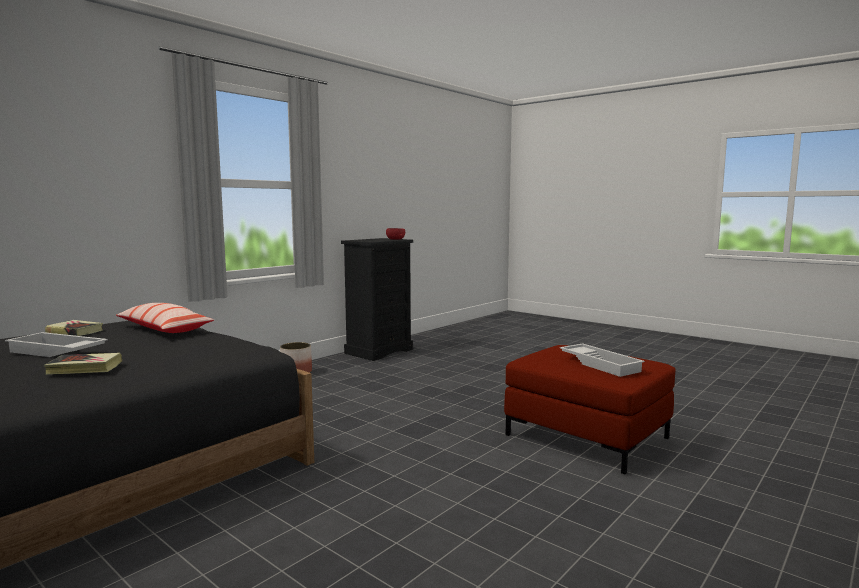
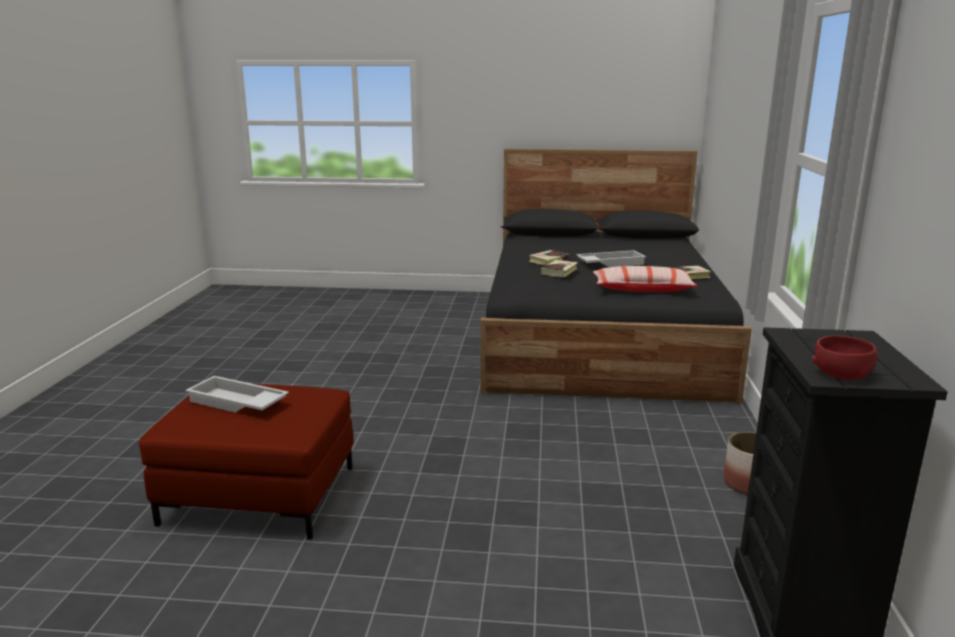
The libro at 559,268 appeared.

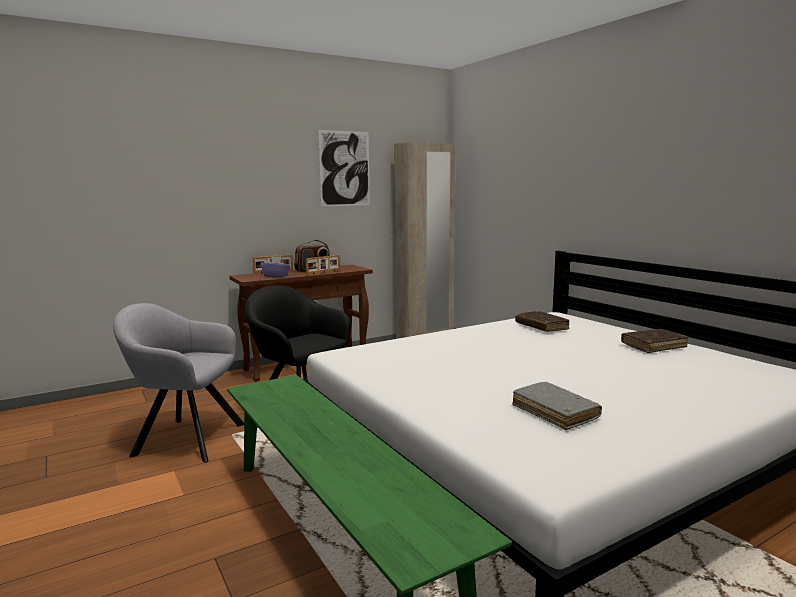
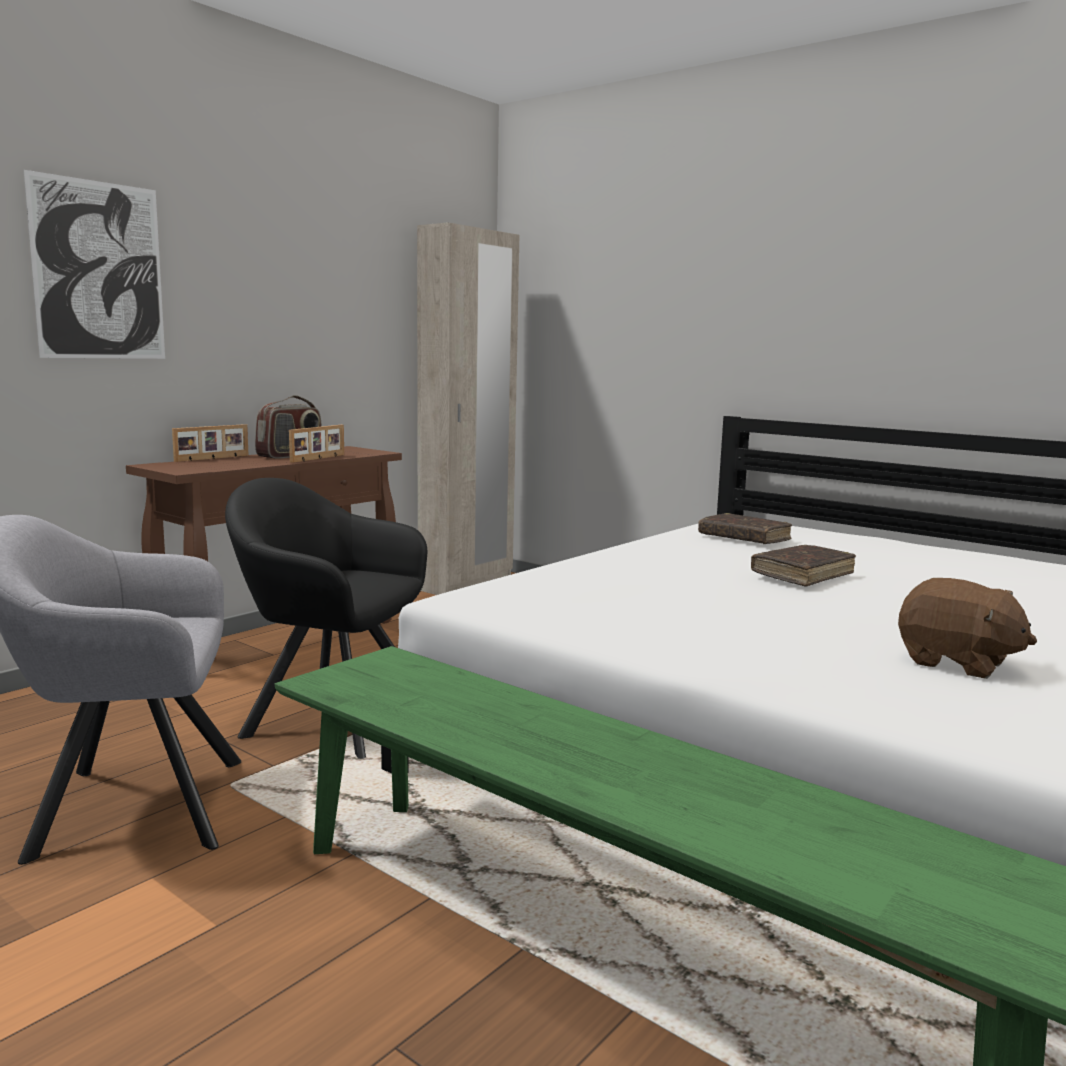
The cuadro moved from 344,168 to 94,264. The libro [marrón] moved from 655,341 to 803,565. The libro [gris] at 557,406 was replaced by the peluche [marrón] at 967,628. The caja de pañuelos [morado] at 275,266 disappeared.

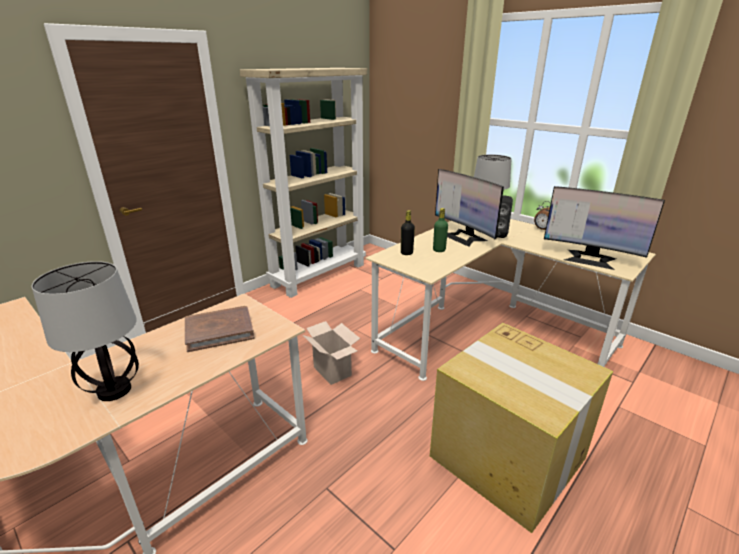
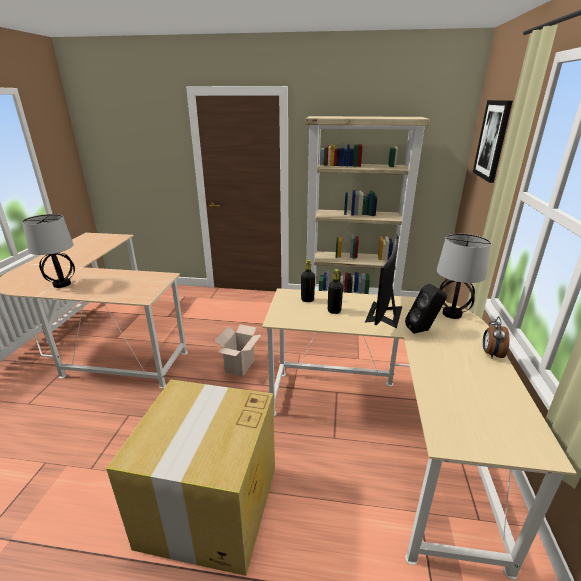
The botella [verde] at 440,230 became the botella [negro] at 335,291. The cuadro at 493,141 appeared. The libro [marrón] at 220,329 disappeared. The monitor at 604,228 disappeared.

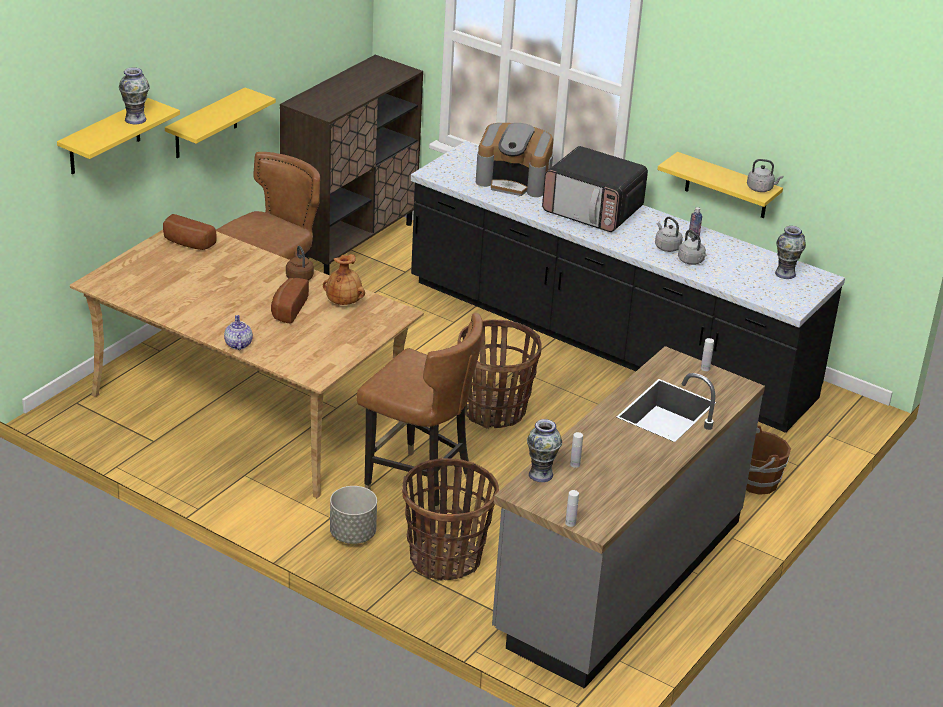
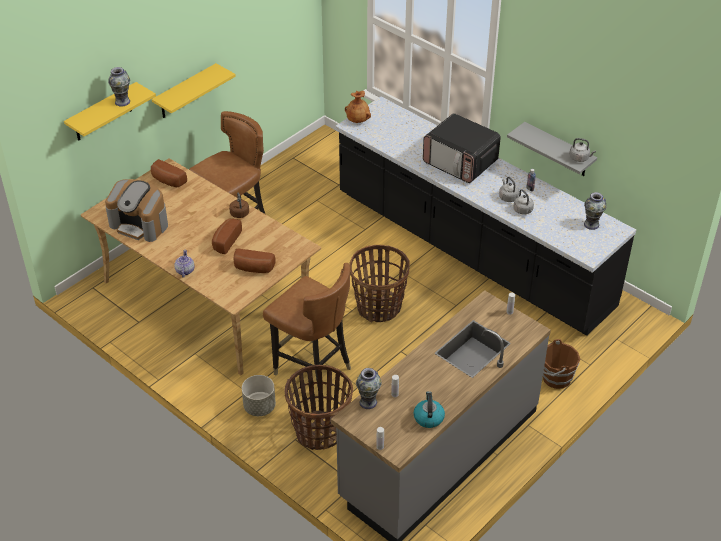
The cafetera moved from 514,160 to 136,210. The pan at 254,261 appeared. The florero [marrón] moved from 344,279 to 358,107. The hervidor at 429,409 appeared. The estante [amarillo] at 720,185 became the estante [gris] at 552,149. The armario [marrón] at 351,165 disappeared.

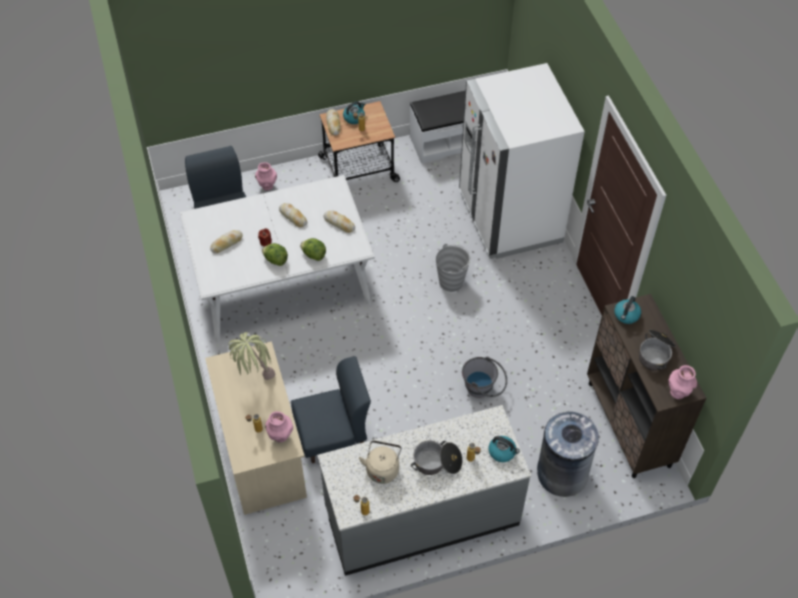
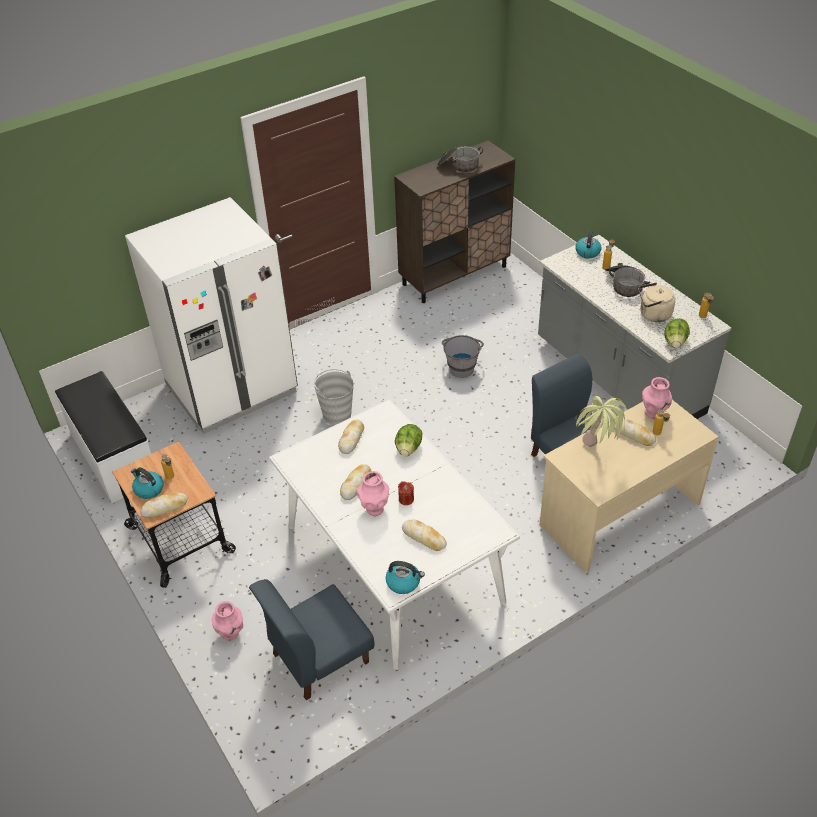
The florero [rosa] moved from 682,382 to 373,493. The hervidor moved from 627,310 to 405,577. The pan at 635,432 appeared. The lechuga moved from 275,254 to 677,333. The papelera [gris] at 568,454 disappeared.

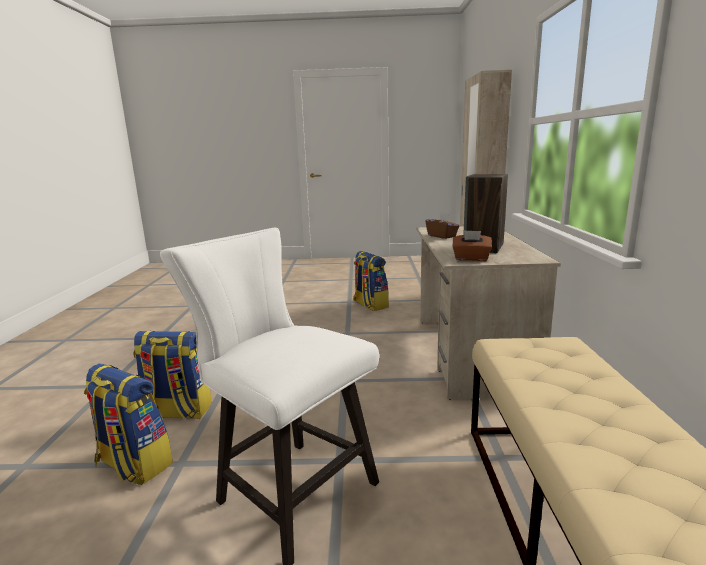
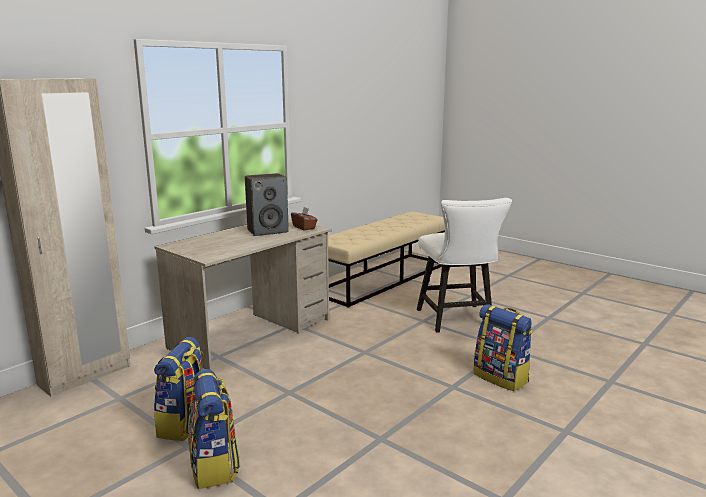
The mochila moved from 128,424 to 214,429. The caja de pañuelos [marrón] at 442,225 disappeared.

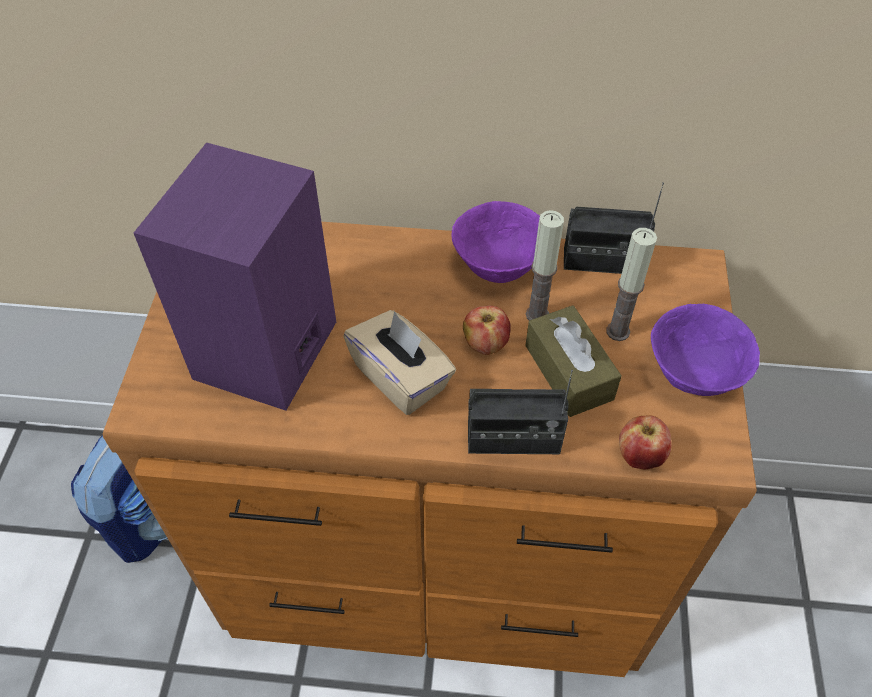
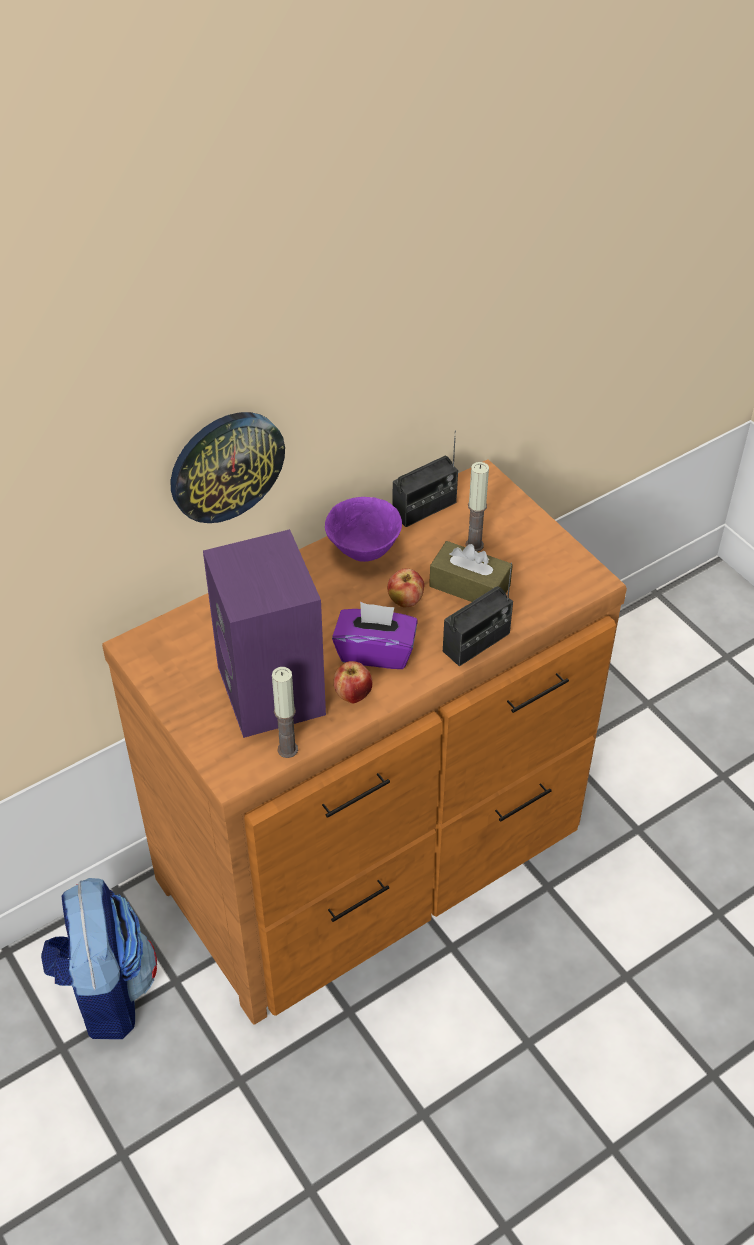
The reloj de pared at 228,467 appeared. The vela moved from 545,265 to 285,712. The caja de pañuelos [beis] at 399,362 became the caja de pañuelos [morado] at 375,635. The manzana moved from 645,442 to 353,682. The cuenco [morado] at 705,350 disappeared.

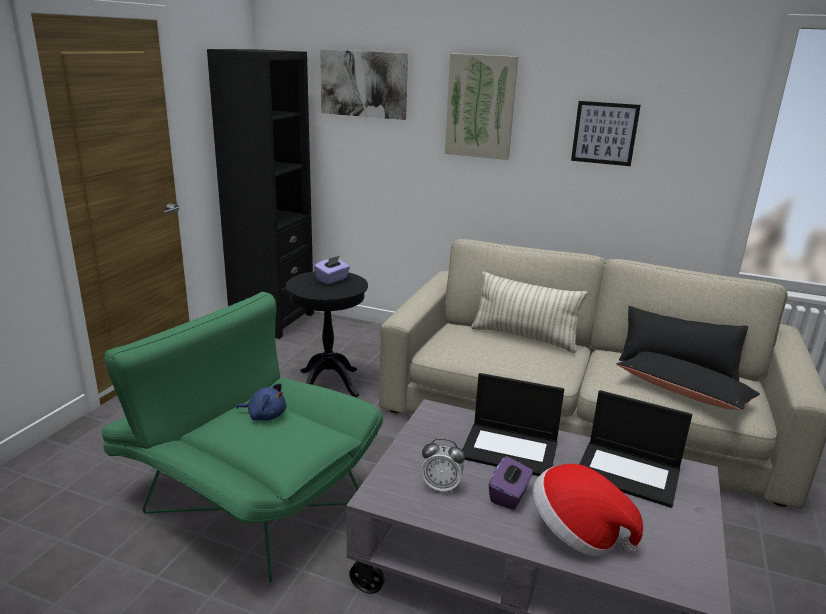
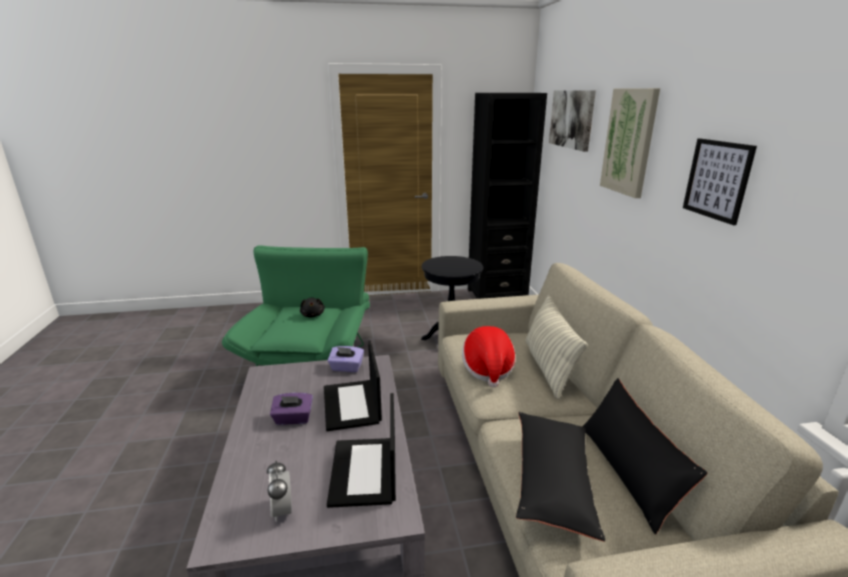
The despertador moved from 443,465 to 279,491. The peluche [azul] at 261,401 became the peluche [negro] at 312,307. The caja de pañuelos [morado] moved from 332,270 to 346,359. The sombrero moved from 588,510 to 488,356.

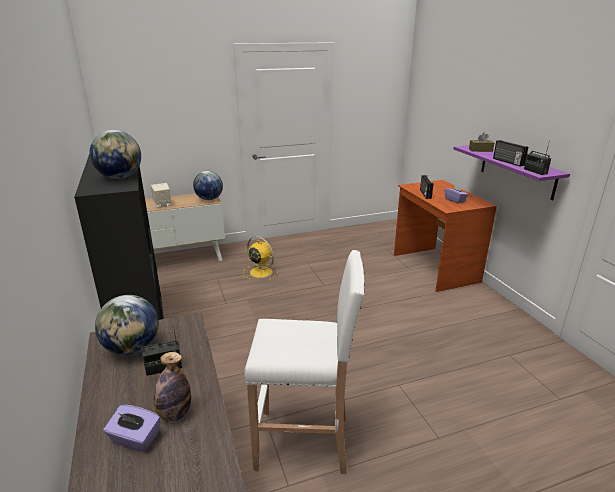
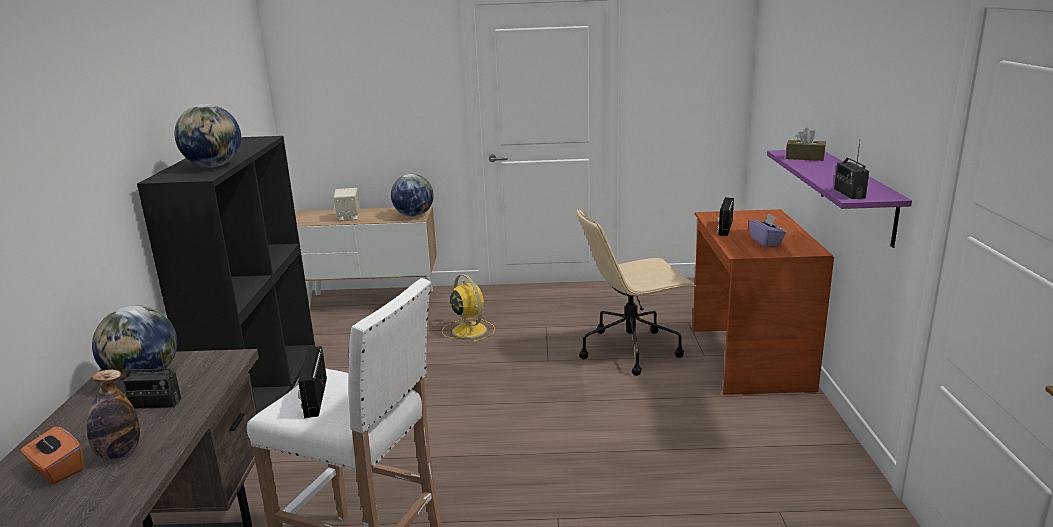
The caja de pañuelos [morado] at 132,428 became the caja de pañuelos [naranja] at 52,455. The radio moved from 510,153 to 312,382. The silla de oficina [beis] at 636,292 appeared.

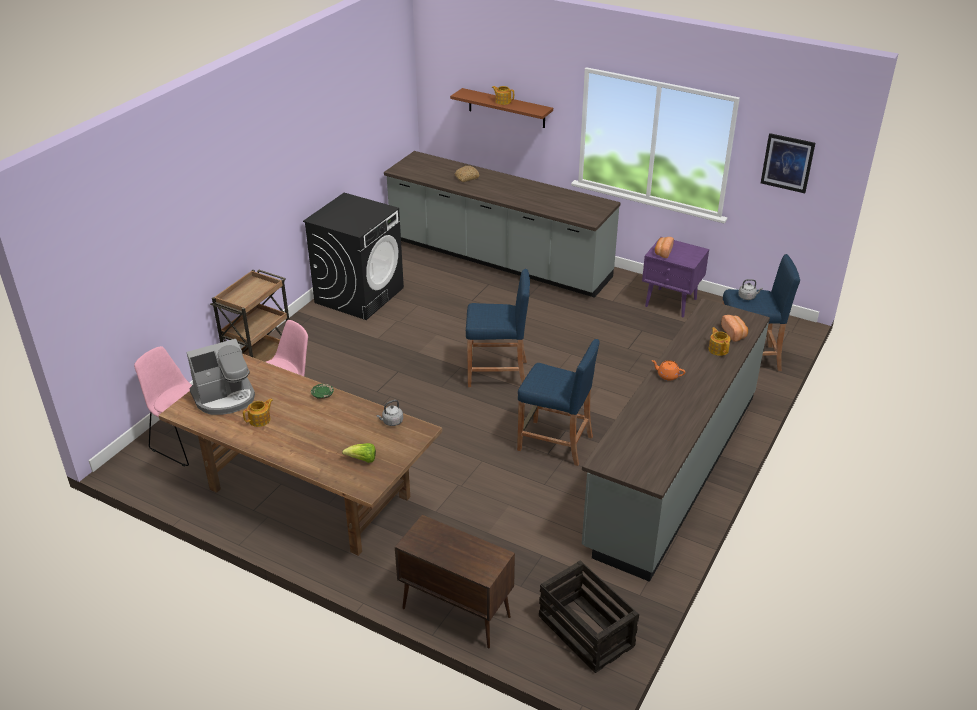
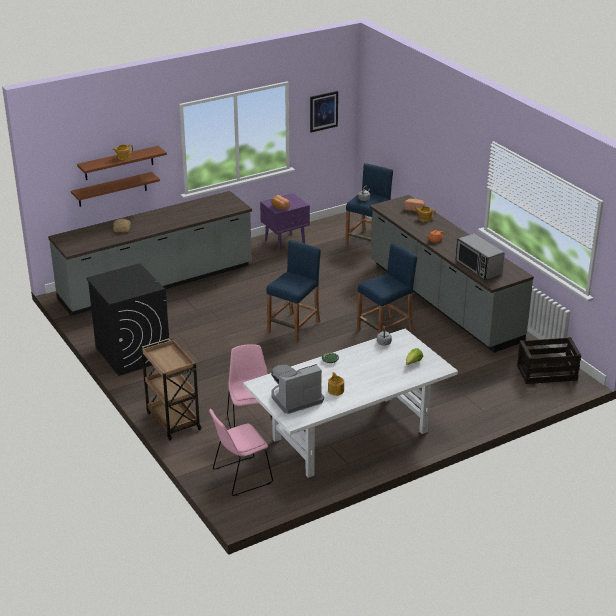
The estante [marrón] at 115,189 appeared. The mesa de comedor [marrón] at 300,455 became the mesa de comedor [blanco] at 350,403. The cafetera at 220,377 turned 120 degrees counterclockwise. The microondas at 480,256 appeared. The armario [marrón] at 455,581 disappeared.

